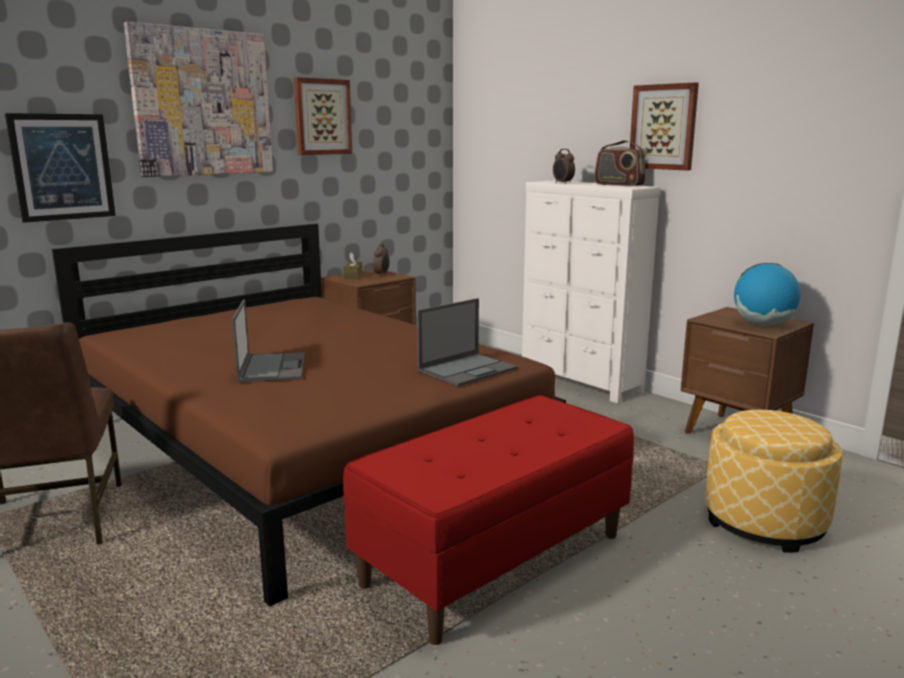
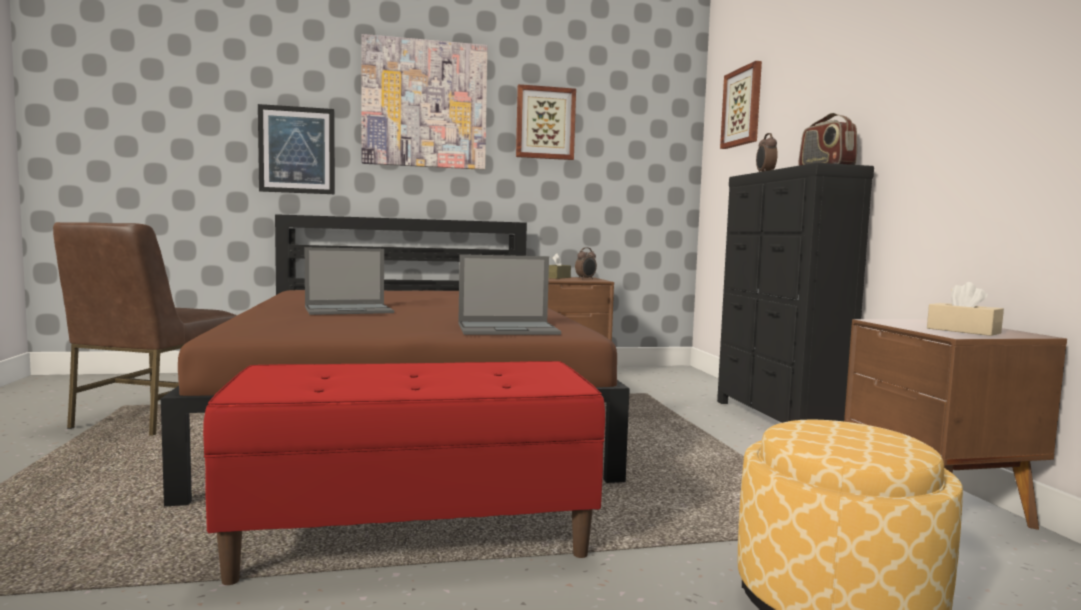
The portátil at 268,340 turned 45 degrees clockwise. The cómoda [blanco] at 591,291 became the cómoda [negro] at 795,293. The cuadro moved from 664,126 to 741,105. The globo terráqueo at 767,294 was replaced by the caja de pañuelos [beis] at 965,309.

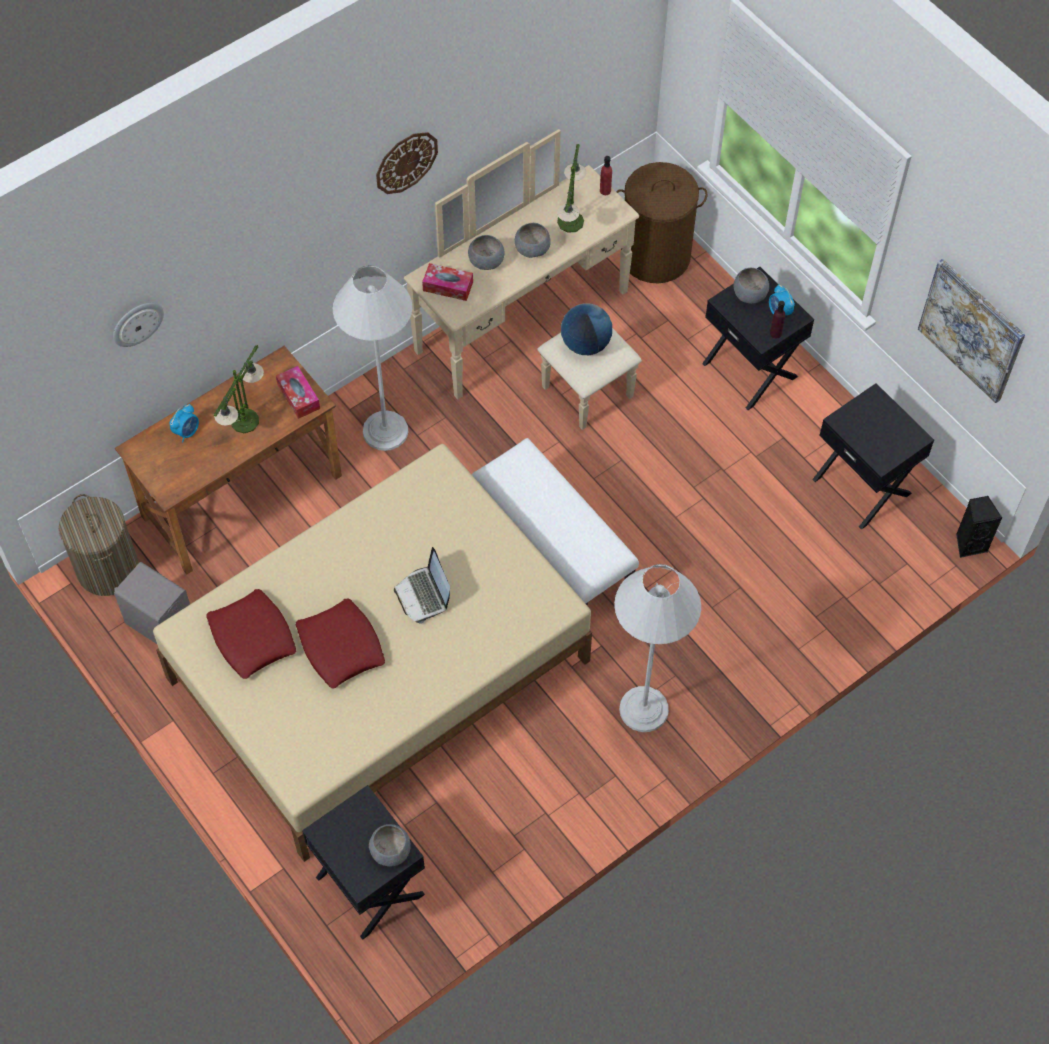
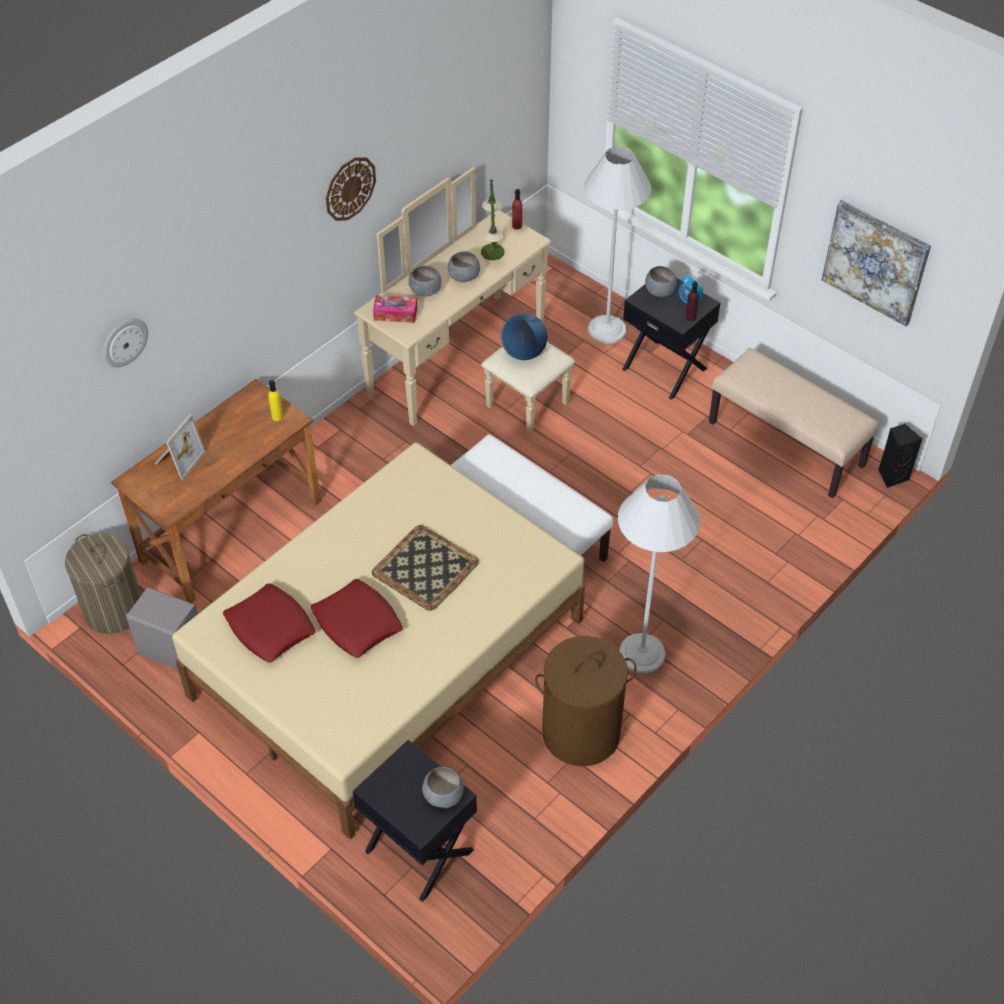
The despertador at 184,423 was replaced by the portarretratos at 180,447. The caja de pañuelos at 298,392 was replaced by the botella [amarillo] at 275,400. The portátil at 422,585 was replaced by the bandeja at 425,568. The cesto de la ropa [marrón] moved from 662,222 to 586,701. The lámpara de pie [blanco] moved from 372,358 to 617,245. The mesita de noche [negro] at 873,456 was replaced by the banco [beis] at 794,423. The lámpara de mesa at 239,389 disappeared.

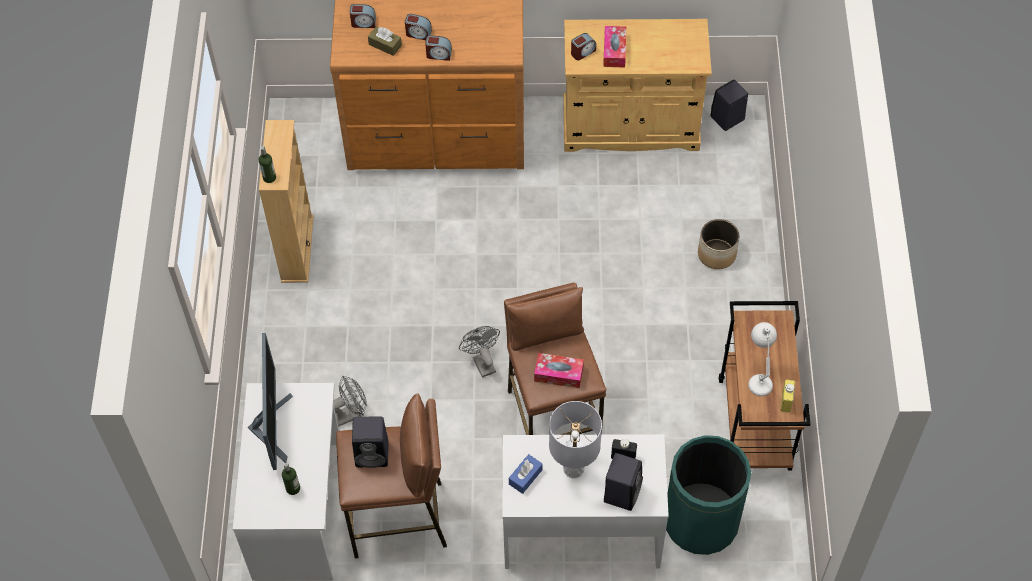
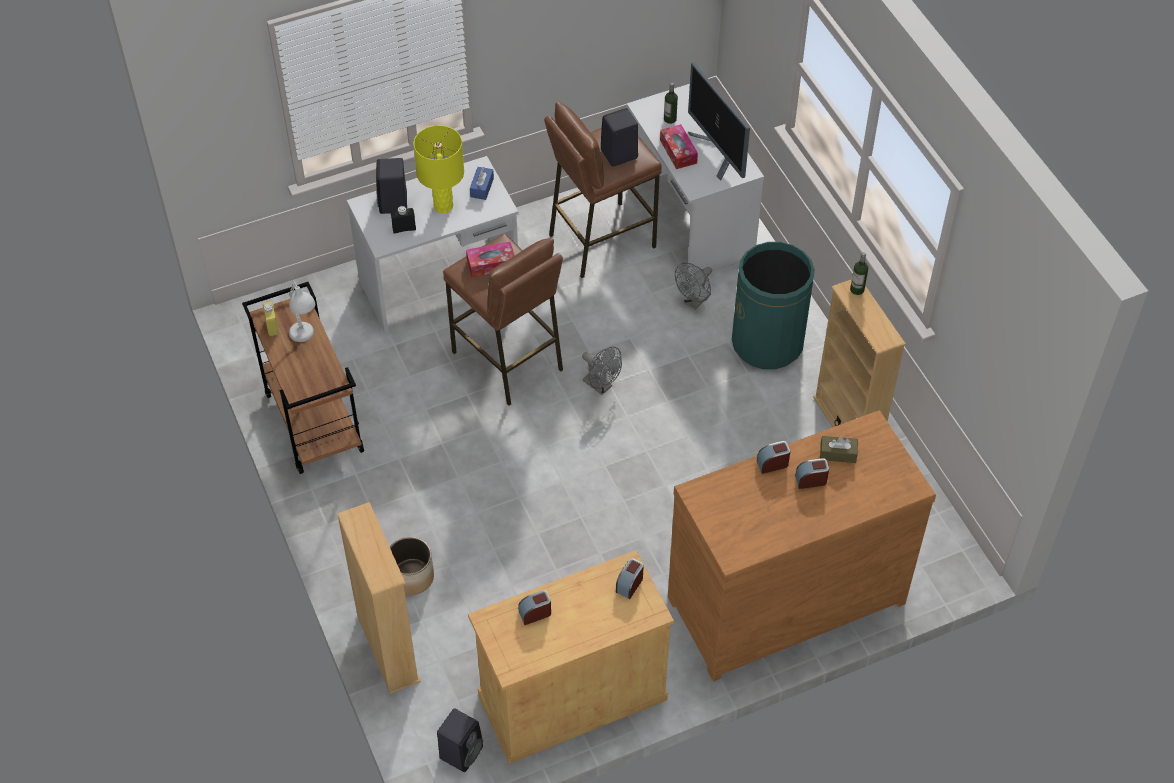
The estantería [beis] at 379,598 appeared. The lámpara de mesa [gris] at 575,439 became the lámpara de mesa [amarillo] at 439,169. The despertador moved from 363,16 to 534,607. The caja de pañuelos moved from 614,47 to 679,146. The papelera [verde] moved from 708,495 to 773,305.

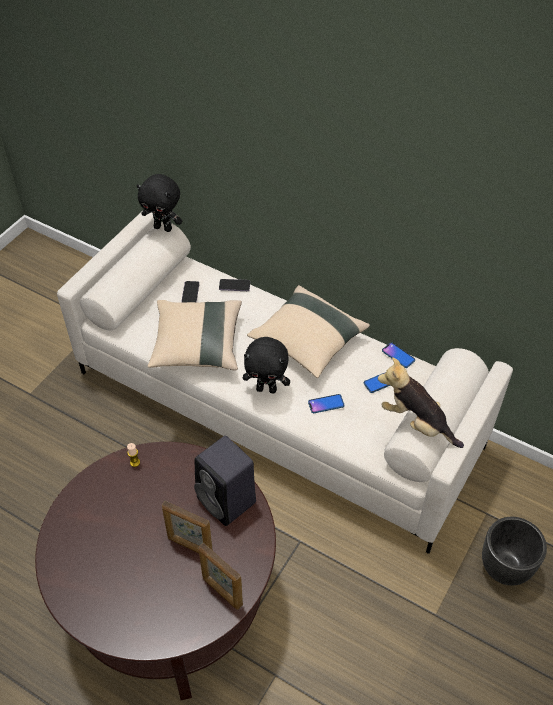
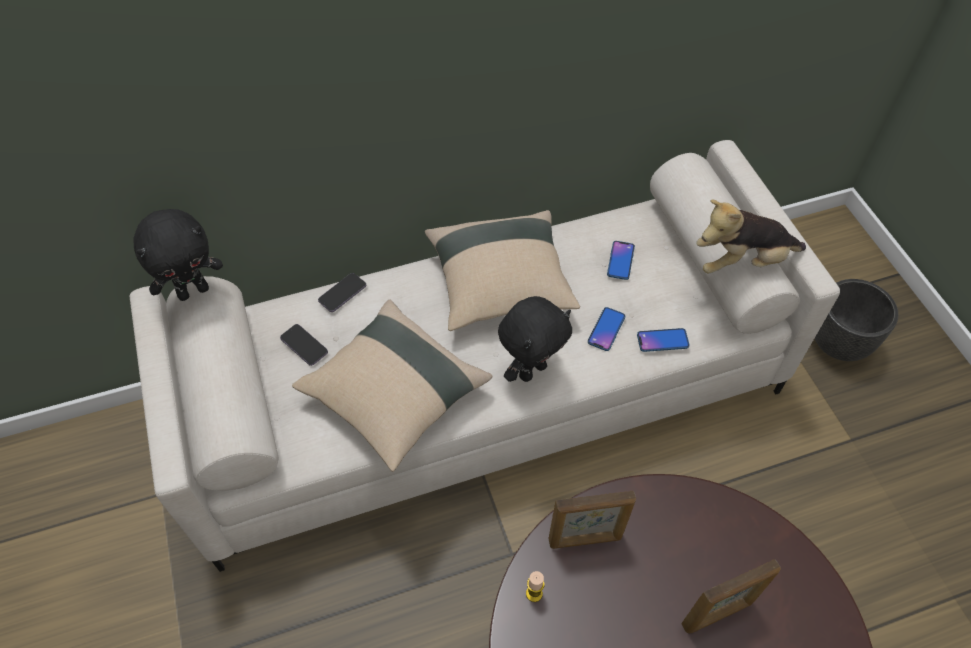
The portarretratos moved from 221,576 to 592,520. The móvil moved from 398,355 to 663,340. The altavoz [negro] at 225,481 disappeared.

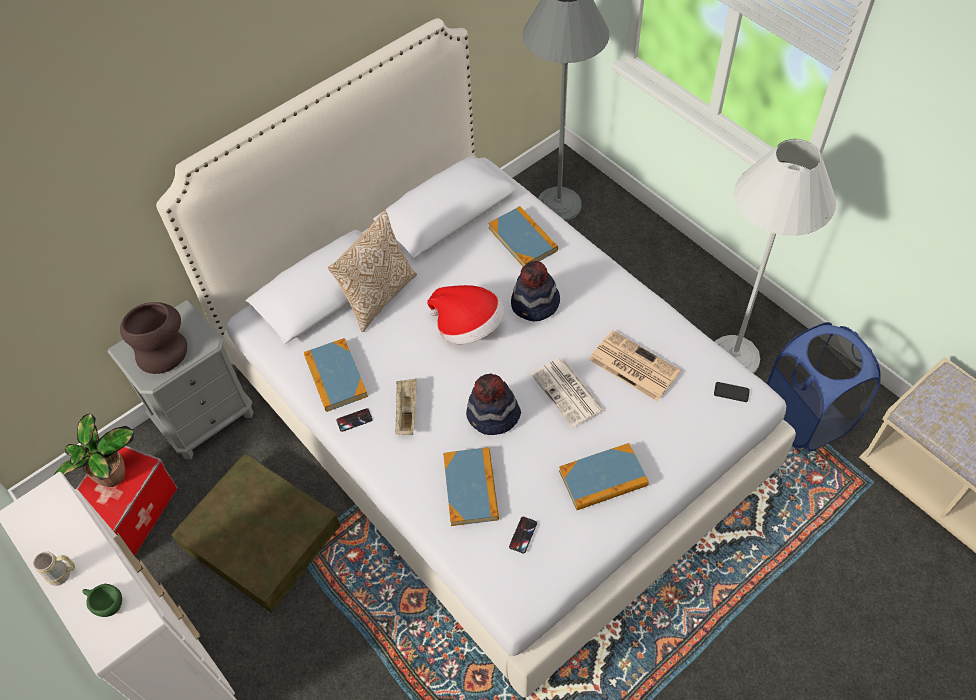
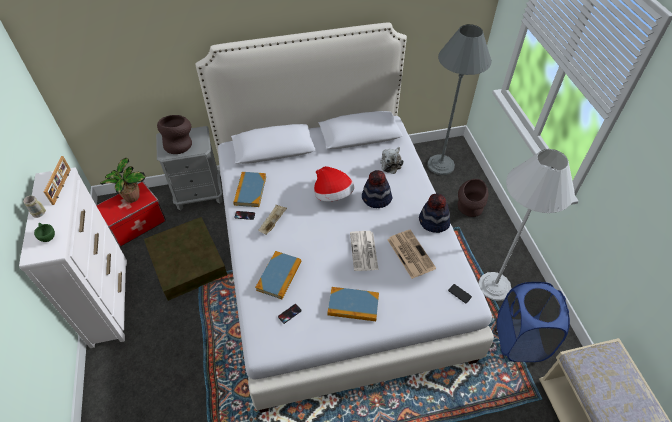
The portarretratos at 57,180 appeared. The libro at 523,236 was replaced by the peluche at 392,160. The sombrero moved from 493,404 to 434,213. The florero [marrón] at 473,198 appeared. The cojín at 372,271 disappeared.

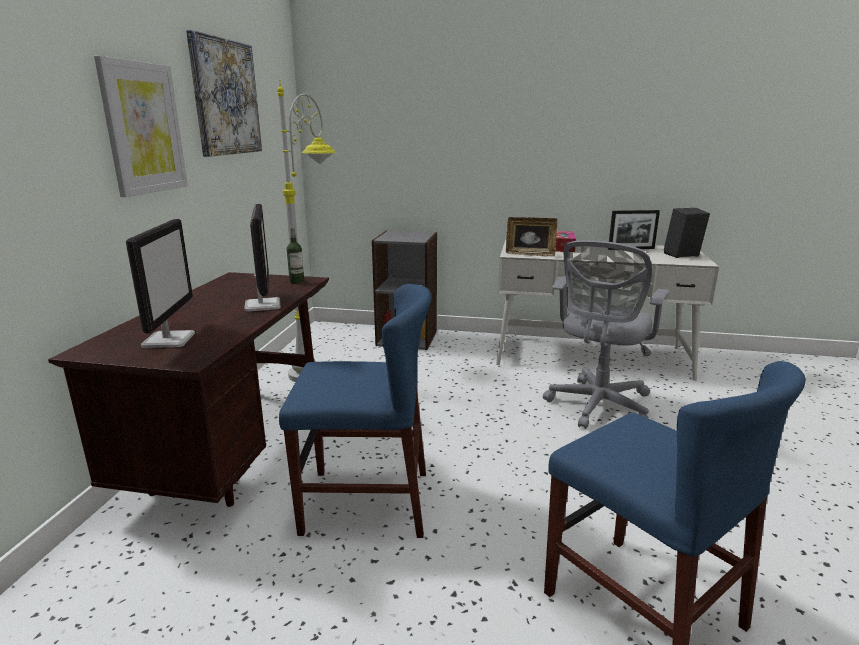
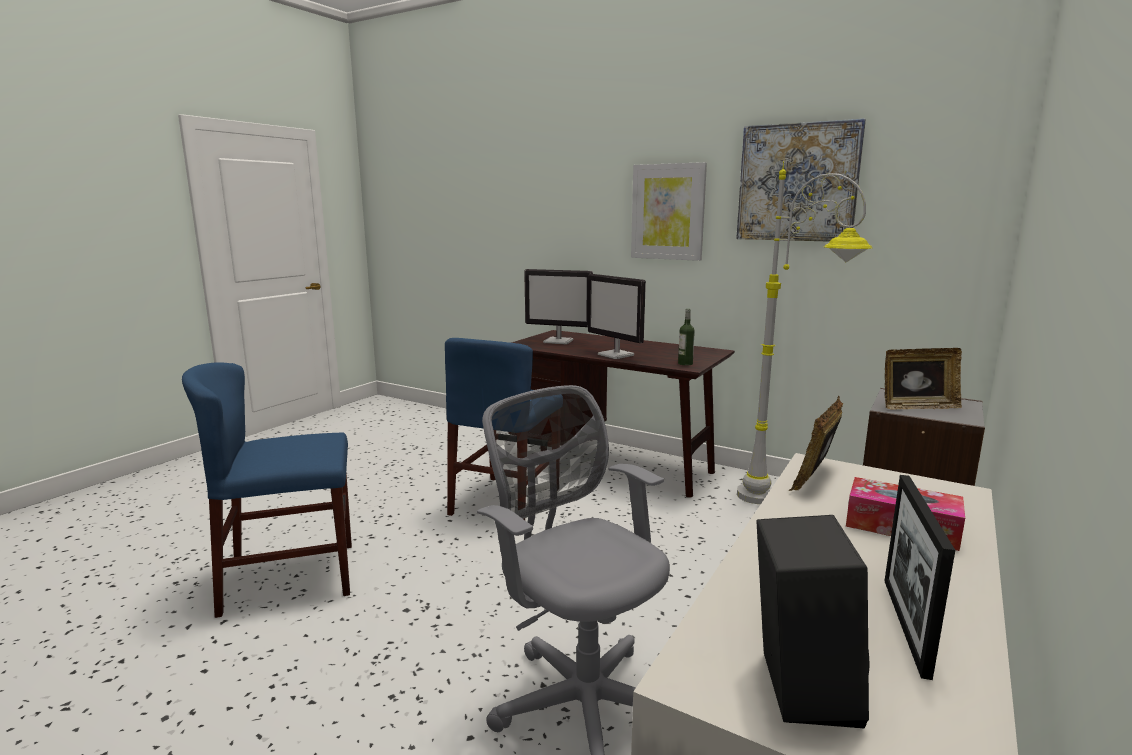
The monitor at 262,257 turned 45 degrees clockwise. The portarretratos at 923,379 appeared.

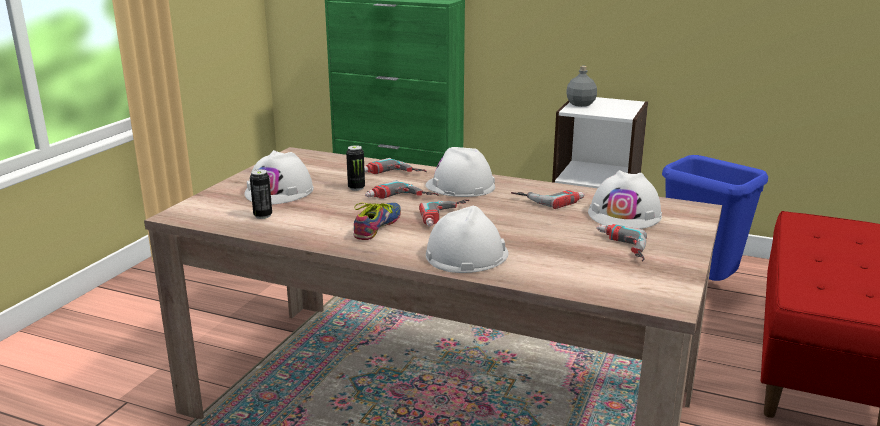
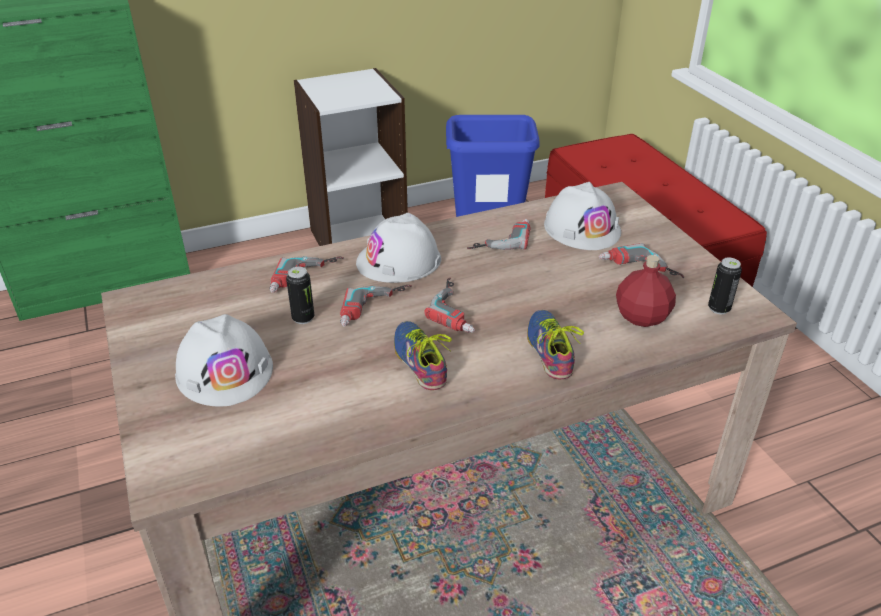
The casco [blanco] at 467,239 was replaced by the zapato at 555,344. The botella [rojo] at 646,291 appeared. The lata moved from 261,194 to 725,286. The botella [gris] at 581,86 disappeared.

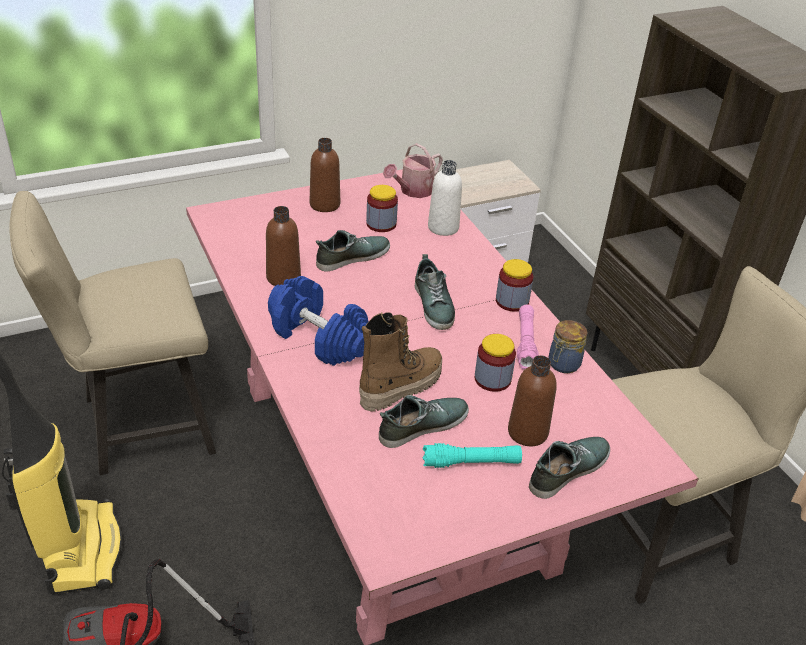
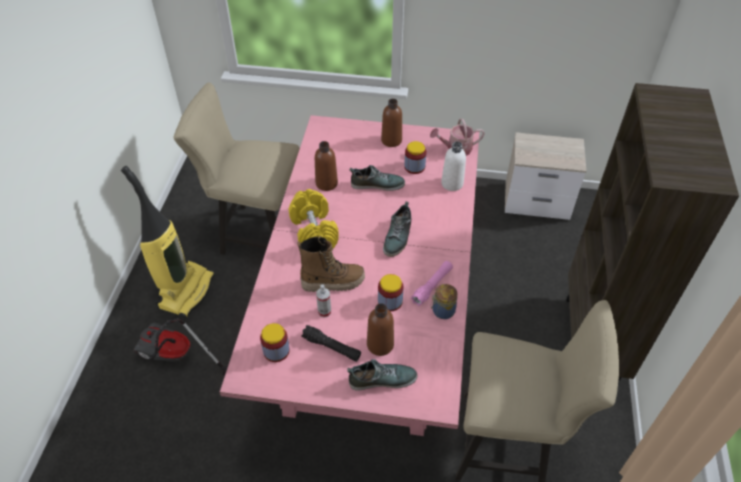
The tarro moved from 514,285 to 275,342. The mancuerna [azul] at 318,321 became the mancuerna [amarillo] at 314,219. The linterna [turquesa] at 472,455 became the linterna [negro] at 331,343. The zapato at 424,421 was replaced by the pulverizador at 323,301.

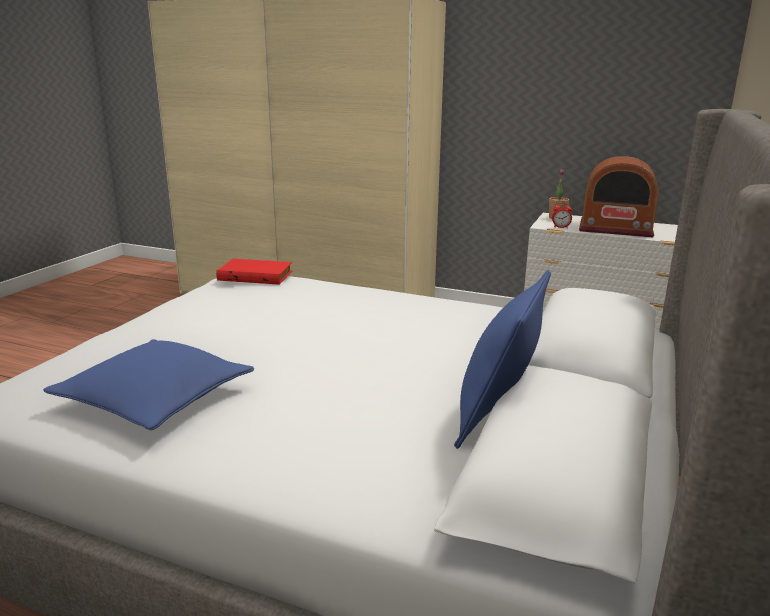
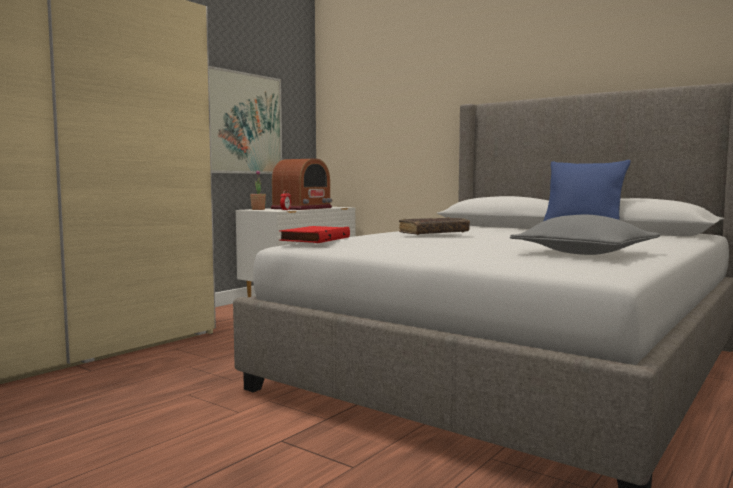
The cuadro at 245,120 appeared. The libro [marrón] at 434,226 appeared. The cojín [azul] at 148,384 became the cojín [gris] at 585,235.

